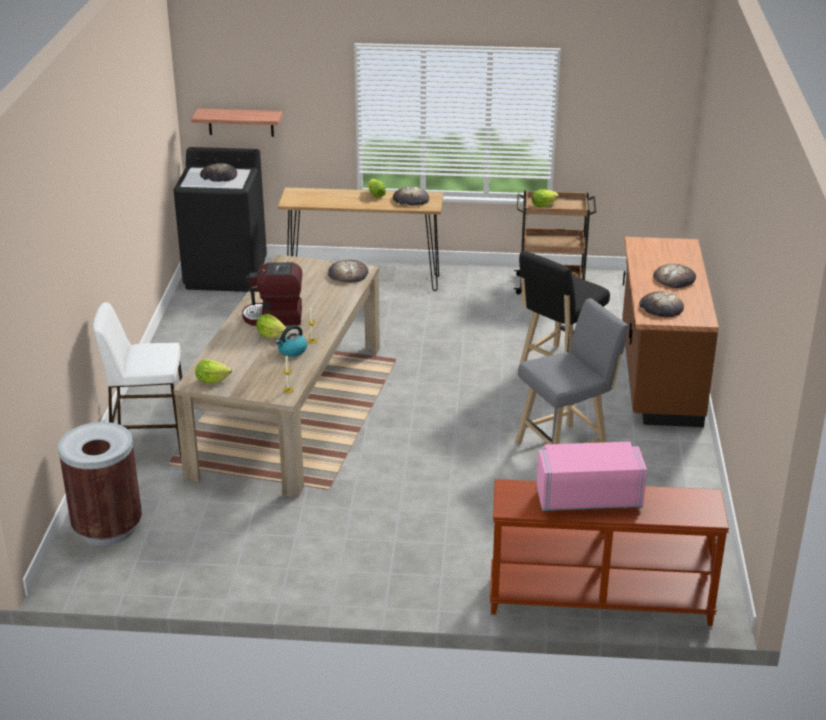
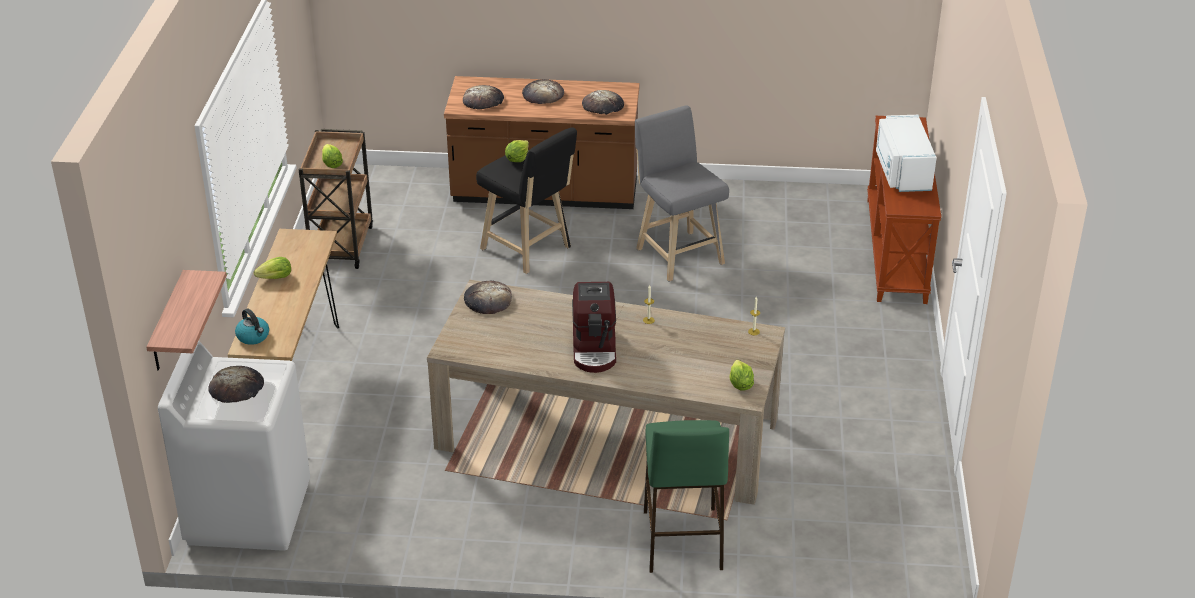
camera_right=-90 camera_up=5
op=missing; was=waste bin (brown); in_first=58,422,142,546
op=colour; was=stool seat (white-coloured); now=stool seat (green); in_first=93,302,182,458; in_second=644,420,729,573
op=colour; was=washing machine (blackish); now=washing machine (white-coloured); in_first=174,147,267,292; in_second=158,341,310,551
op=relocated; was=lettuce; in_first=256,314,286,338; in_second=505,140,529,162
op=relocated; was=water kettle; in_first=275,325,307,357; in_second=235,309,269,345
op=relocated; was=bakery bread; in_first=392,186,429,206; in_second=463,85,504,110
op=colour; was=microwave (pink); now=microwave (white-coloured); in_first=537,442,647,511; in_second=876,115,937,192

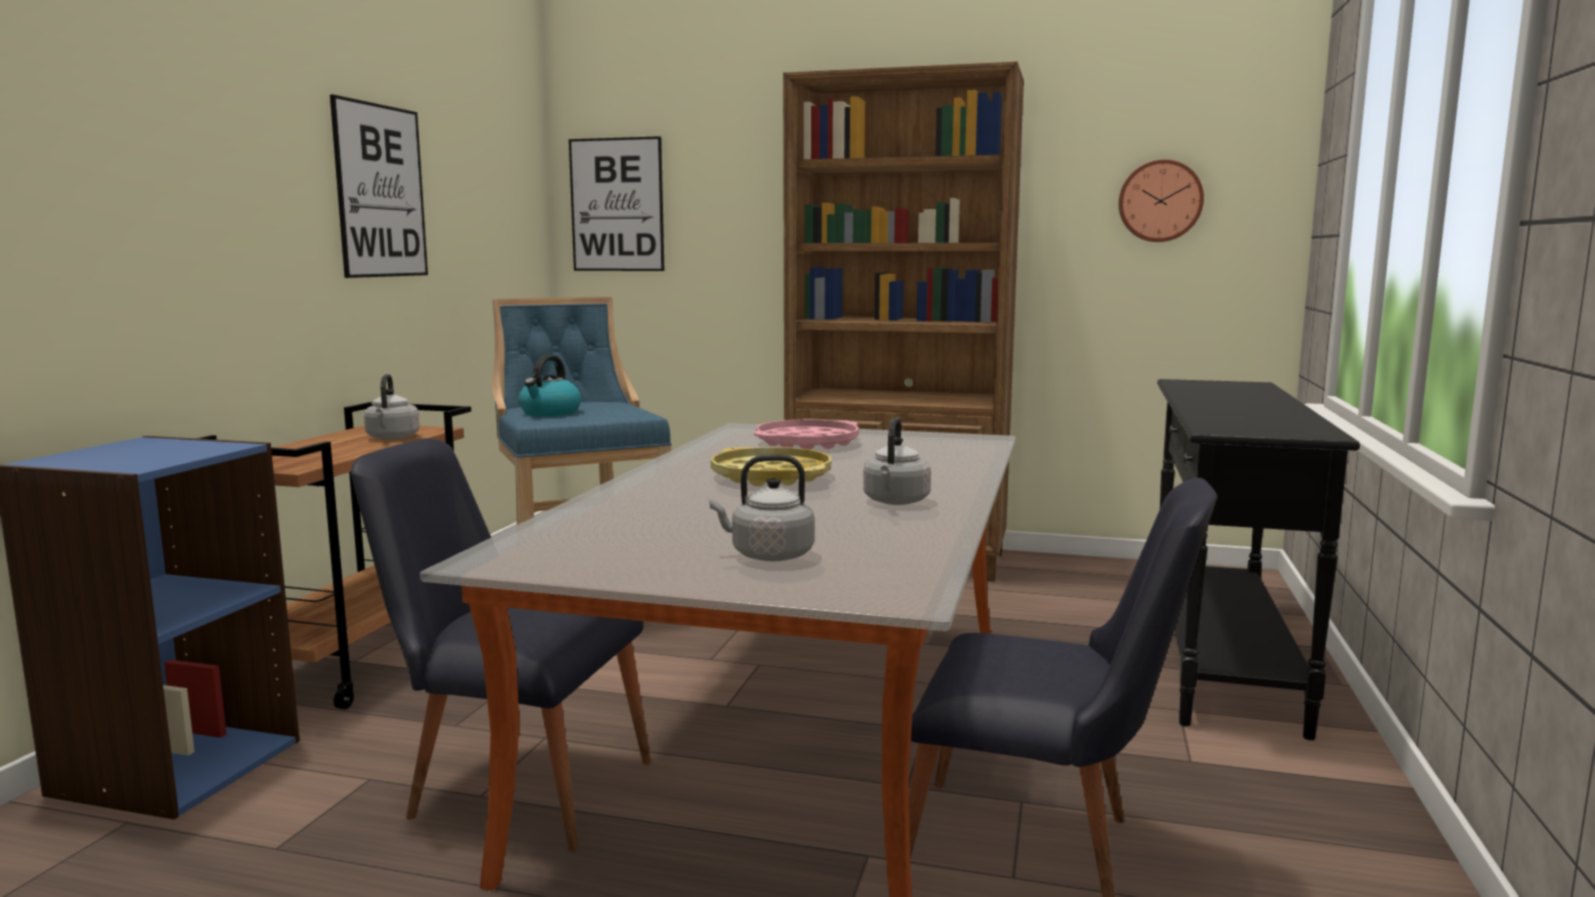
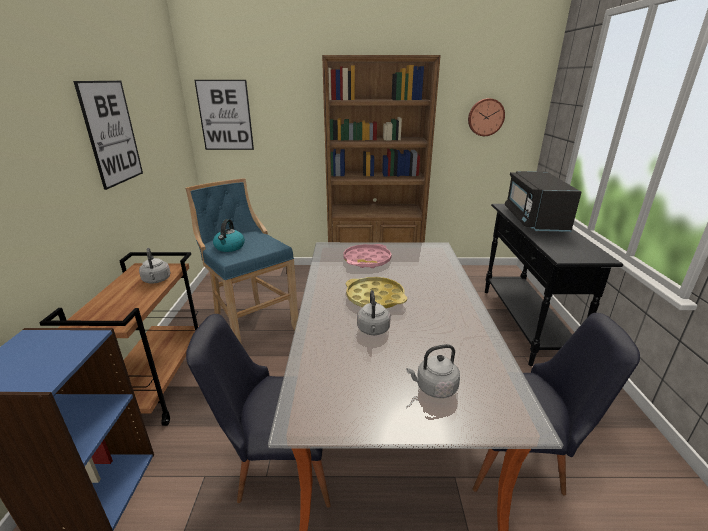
camera_right=-15 camera_up=15
op=relocated; was=water kettle (grey); in_first=863,417,931,505; in_second=357,290,391,335
op=appeared; now=microwave (blackish); in_second=505,171,582,232

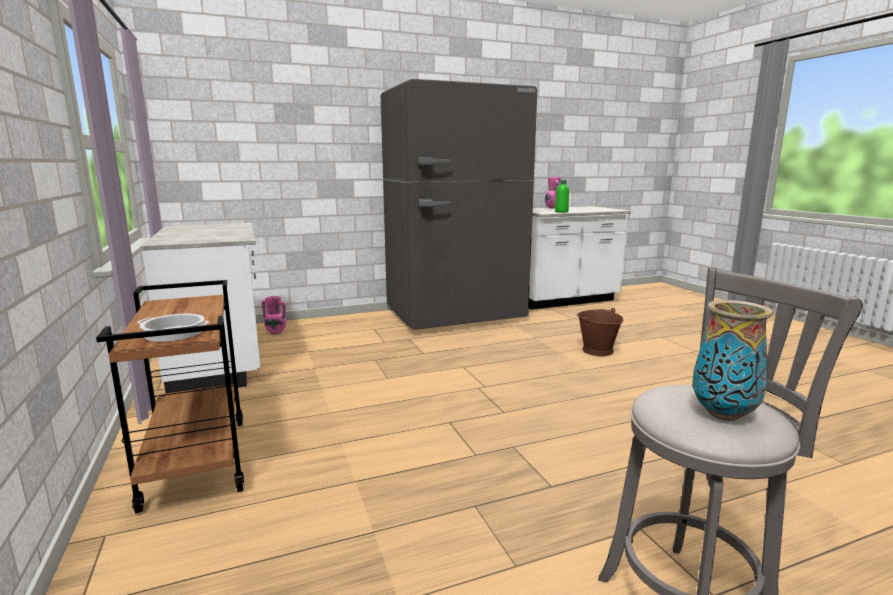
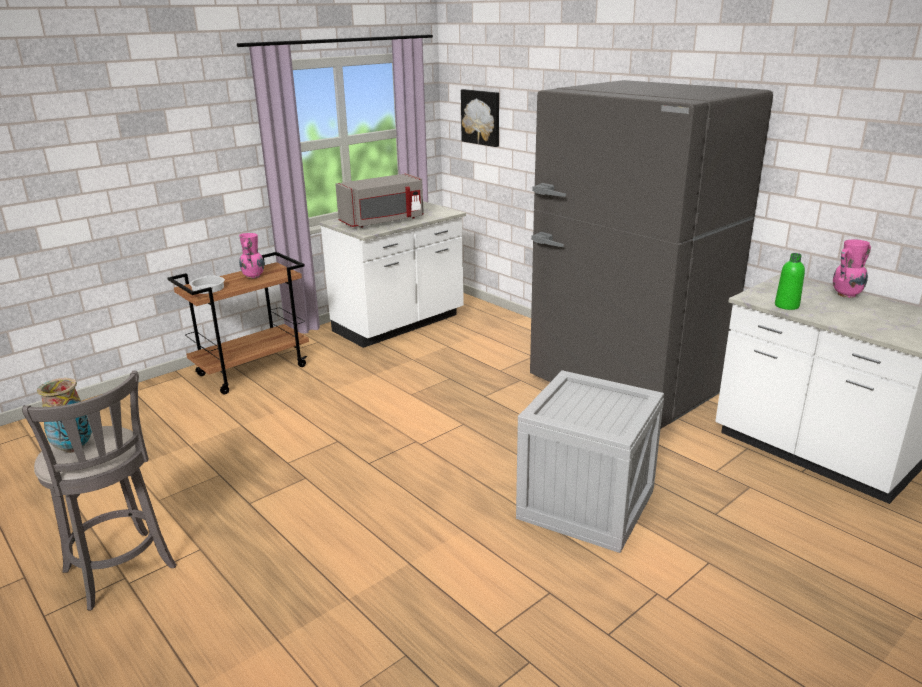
camera_right=70 camera_up=10
op=relocated; was=vase (pink); in_first=261,296,287,335; in_second=239,233,264,279
op=exchanged; was=bucket (brown); now=crate; in_first=577,308,623,356; in_second=516,370,664,553
op=appeared; now=microwave (grey); in_second=335,173,424,228
op=appeared; now=wall picture; in_second=461,89,499,147

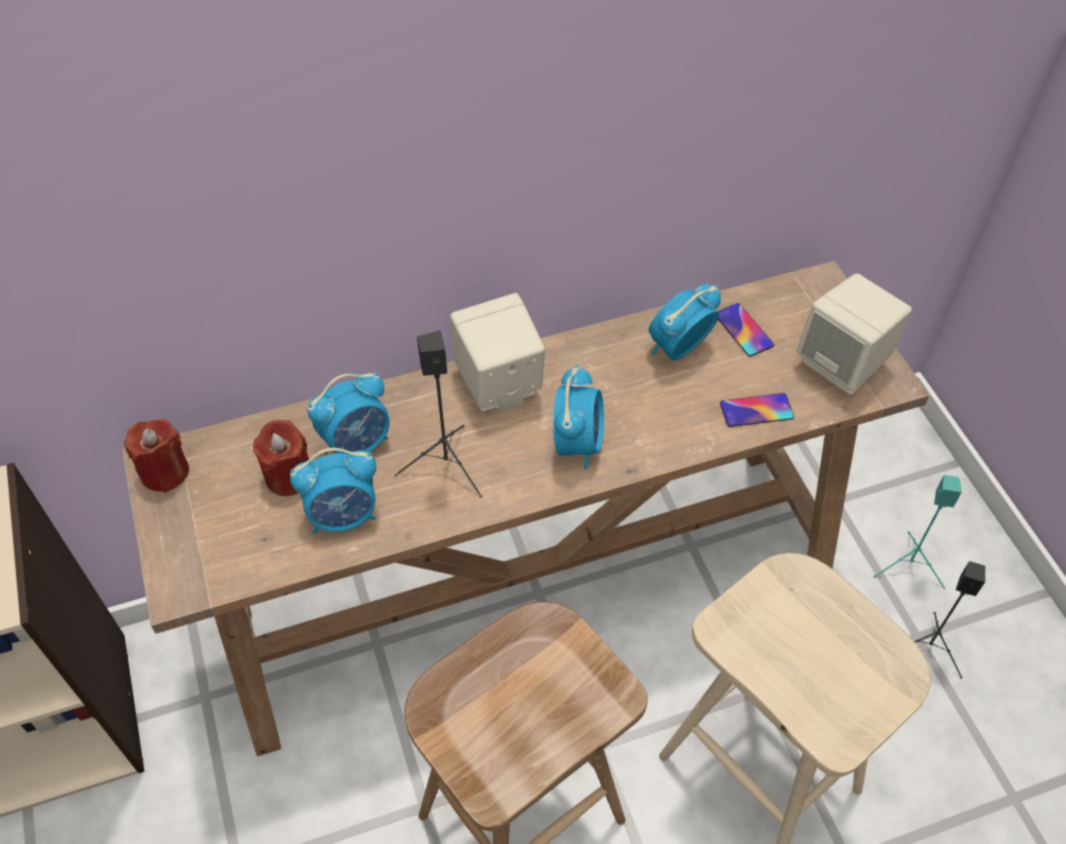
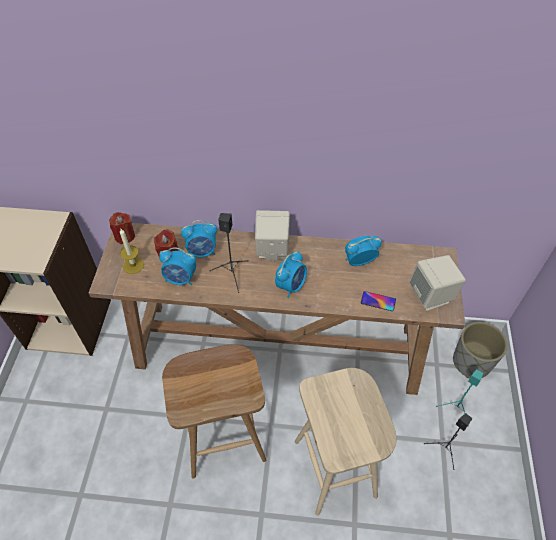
camera_right=25 camera_up=0
op=missing; was=handset; in_first=718,303,774,357
op=appeared; now=wax candle; in_second=120,229,144,274
op=appeared; now=flower pot (grey); in_second=453,322,508,378

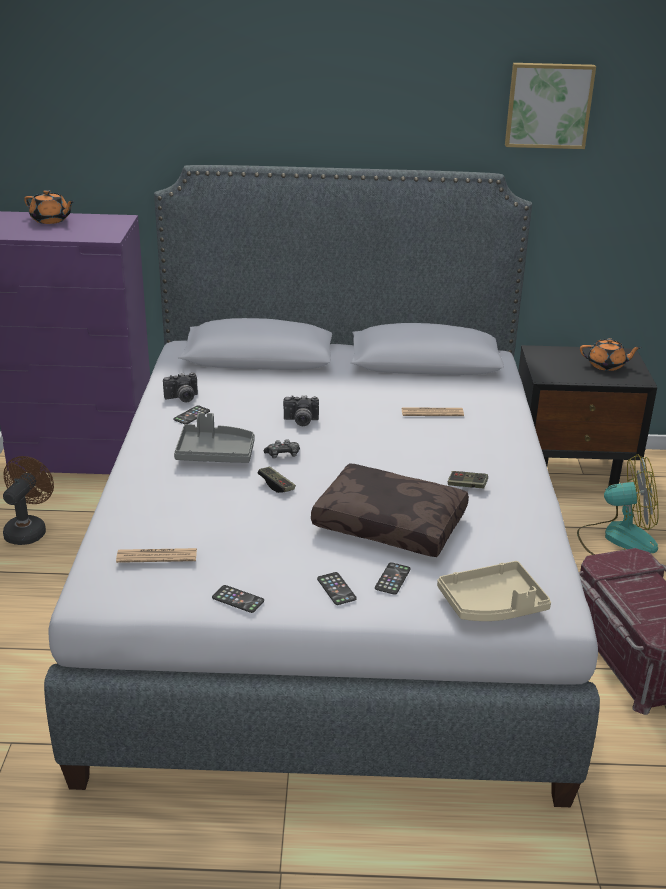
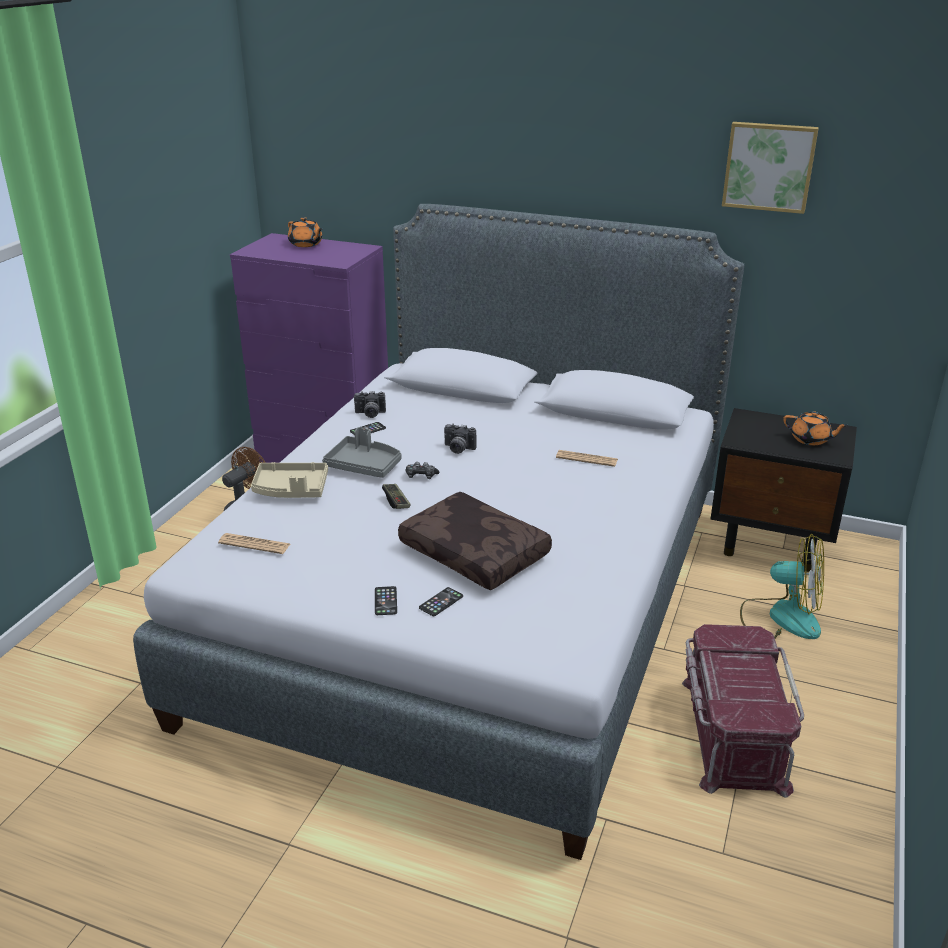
camera_right=20 camera_up=0
op=missing; was=handset; in_first=212,585,264,613
op=relocated; was=serving tray (beige-coloured); in_first=437,561,551,621; in_second=251,462,328,498
op=missing; was=joypad; in_first=448,471,488,488

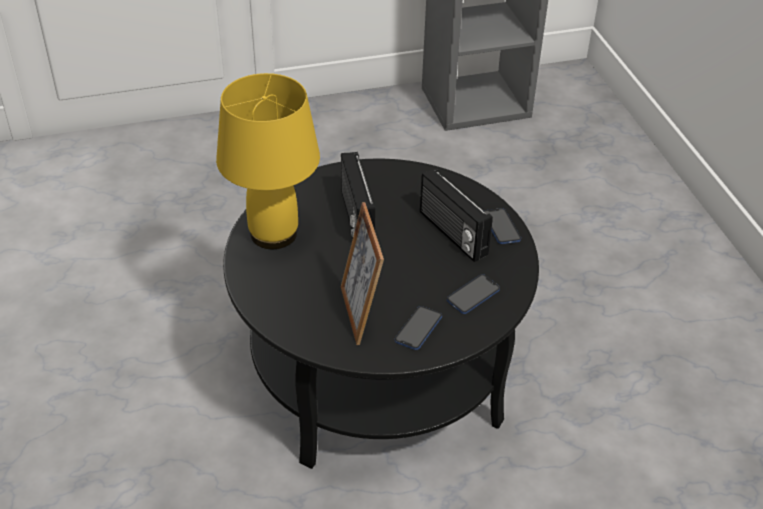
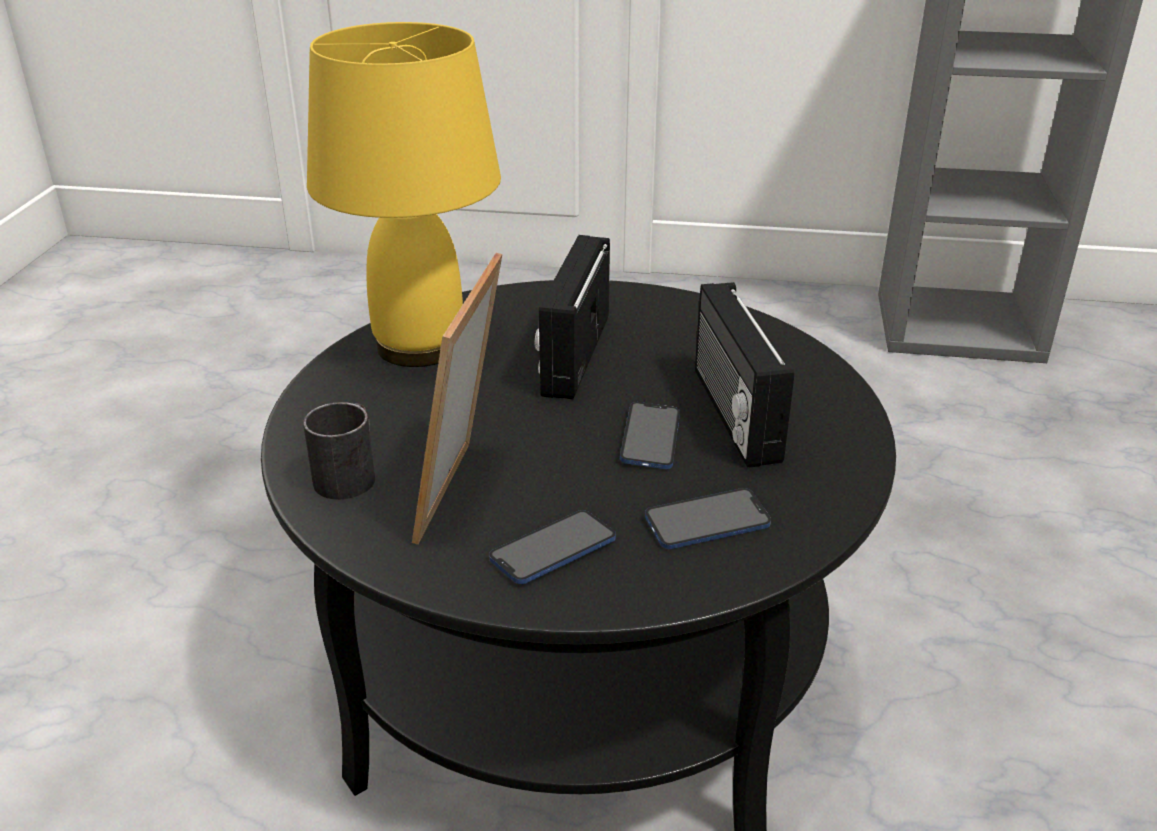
camera_right=25 camera_up=-10
op=relocated; was=handset; in_first=484,208,521,244; in_second=620,402,680,469
op=appeared; now=mug (blackish); in_second=303,402,375,500

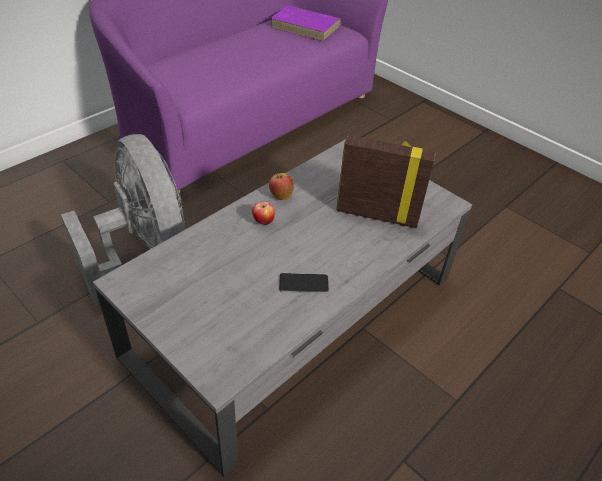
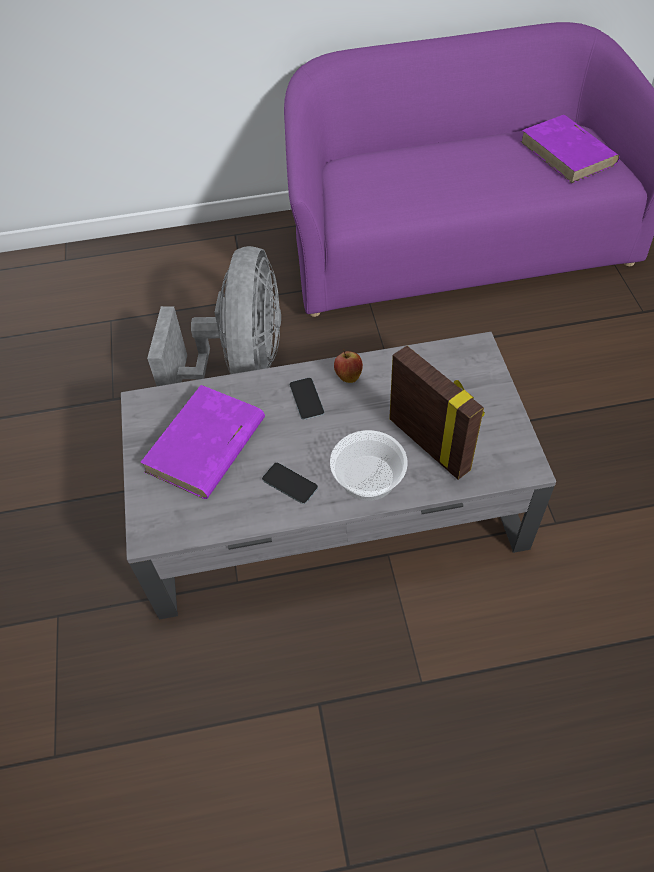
camera_right=40 camera_up=10
op=exchanged; was=whole apple; now=handset; in_first=252,201,275,225; in_second=290,378,324,420
op=appeared; now=bound book (purple); in_second=140,385,265,499
op=appeared; now=bowl; in_second=330,430,408,501

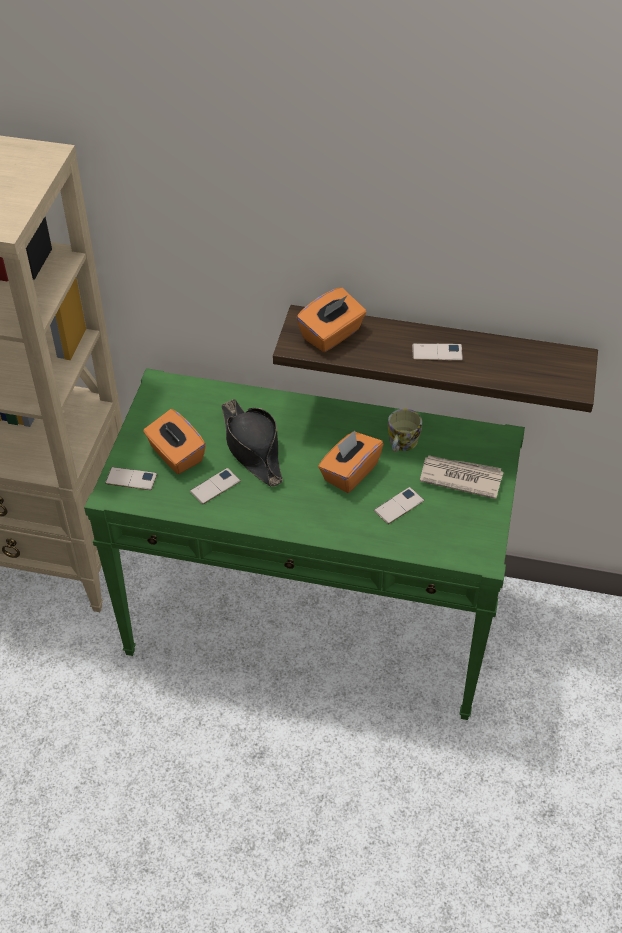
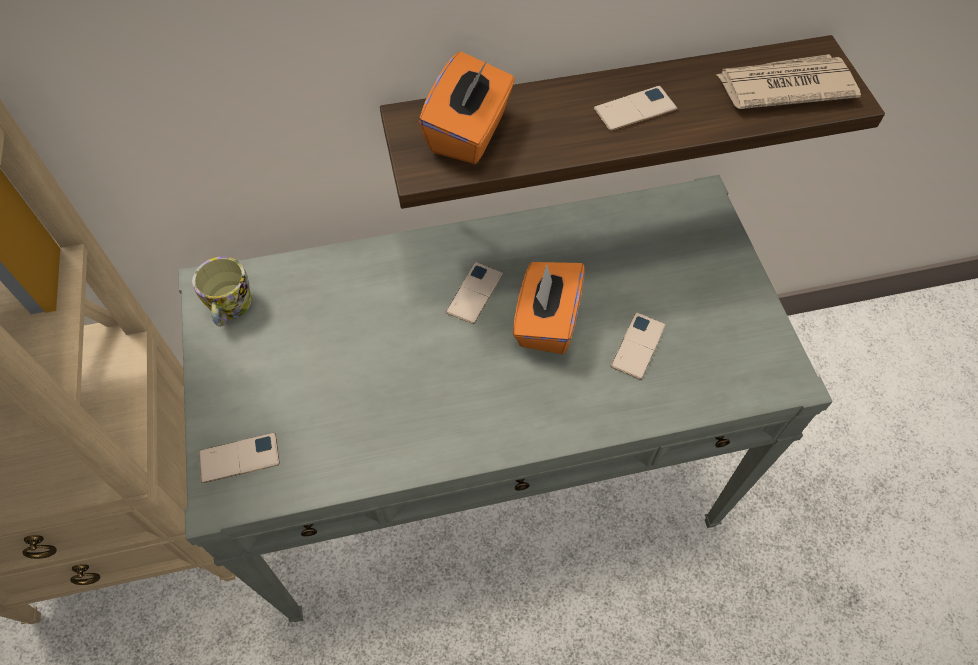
camera_right=-25 camera_up=10
op=colour; was=hall table (green); now=hall table (grey); in_first=84,368,525,720; in_second=178,175,833,622
op=missing; was=tissue holder (orangey); in_first=143,409,206,474
op=relocated; was=handset; in_first=190,468,241,504; in_second=446,262,503,324
op=missing; was=wearable hat (blackish); in_first=222,399,283,487
op=relocated; was=mug; in_first=388,409,422,452; in_second=192,257,252,327
op=relocated; was=daily paper; in_first=420,455,503,499; in_second=716,54,861,109

